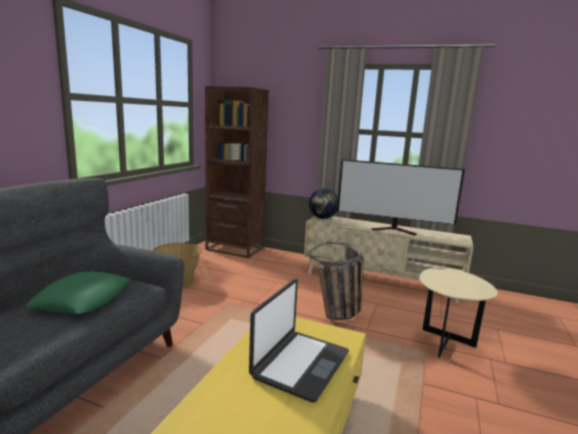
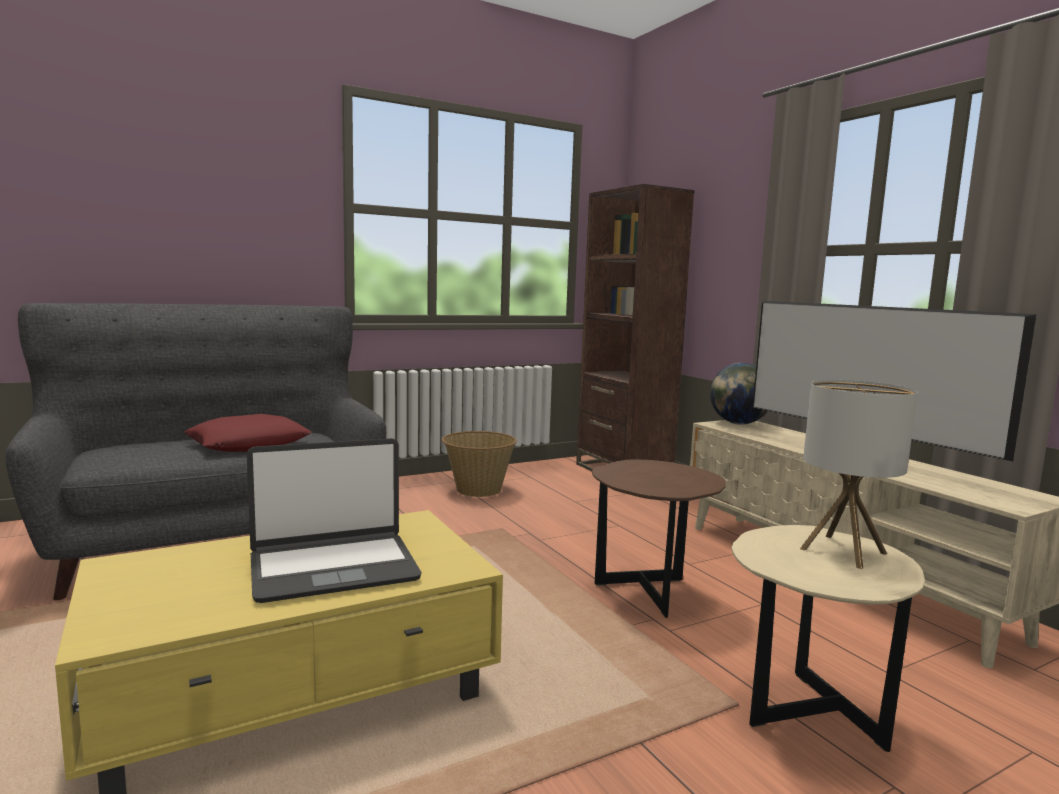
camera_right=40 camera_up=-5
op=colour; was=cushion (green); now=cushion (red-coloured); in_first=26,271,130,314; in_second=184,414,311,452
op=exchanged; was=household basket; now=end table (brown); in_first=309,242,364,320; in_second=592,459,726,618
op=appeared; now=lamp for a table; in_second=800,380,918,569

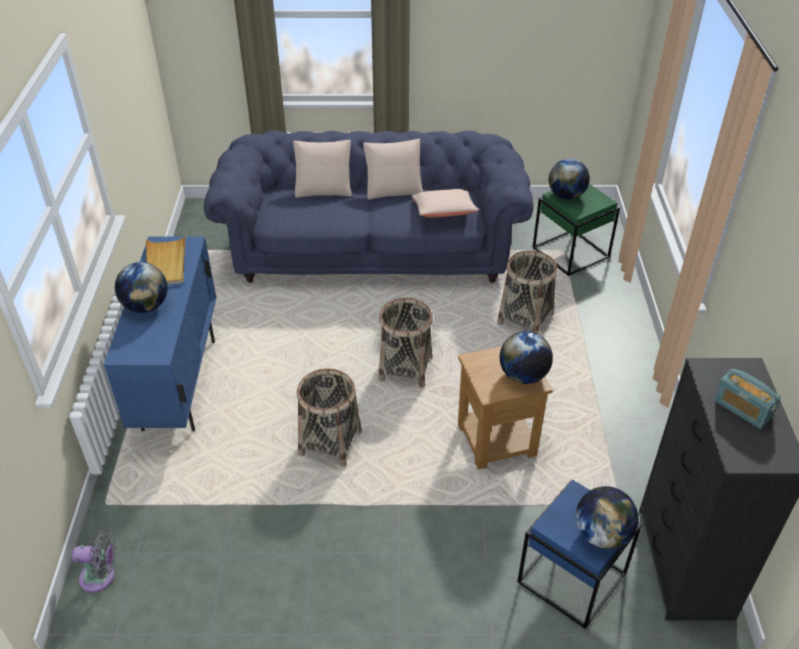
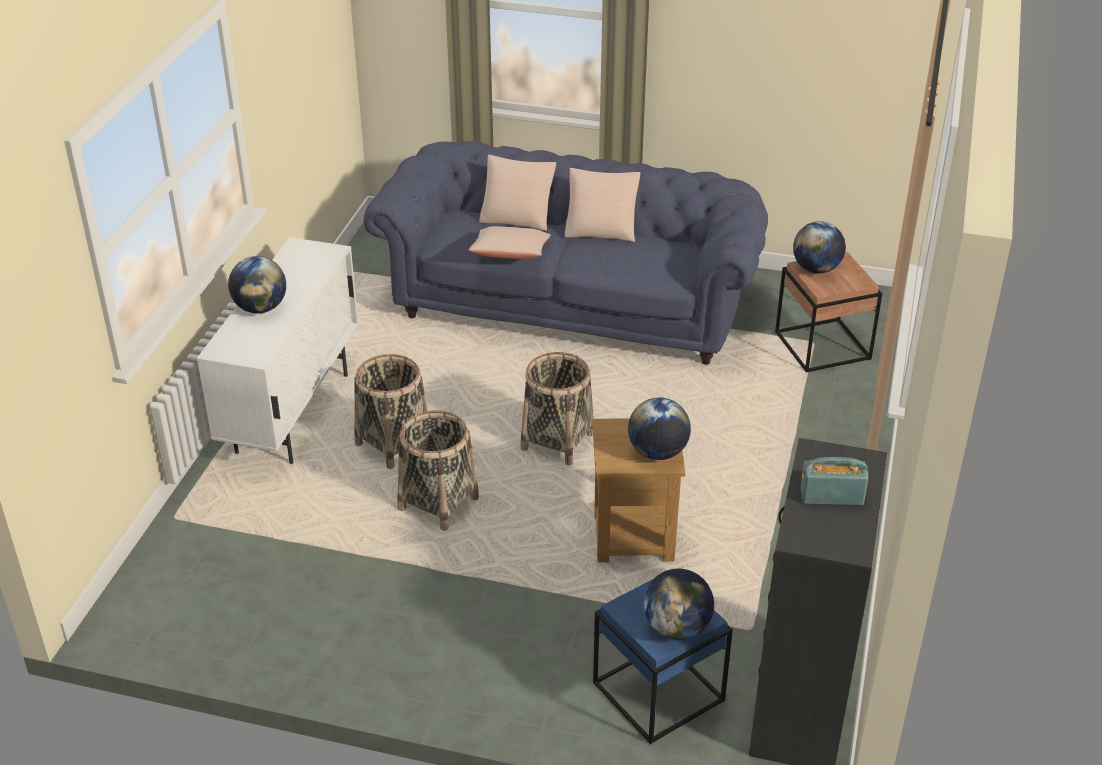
camera_right=15 camera_up=-5
op=missing; was=cooling fan (grey); in_first=72,530,116,593
op=colour; was=cupboard (blue-coloured); now=cupboard (white-coloured); in_first=104,236,216,431; in_second=197,237,359,464
op=missing; was=serving tray (beige-coloured); in_first=146,235,186,284
op=relocated; was=cushion (beige-coloured); in_first=411,189,479,218; in_second=469,226,551,259
op=relocated; was=household basket; in_first=497,250,557,334; in_second=354,354,428,469
op=colour; was=end table (green); now=end table (brown); in_first=533,184,620,276; in_second=775,252,882,372
op=spun; was=radio receiver; in_first=714,368,781,429; in_second=801,457,868,505; clockwise=120

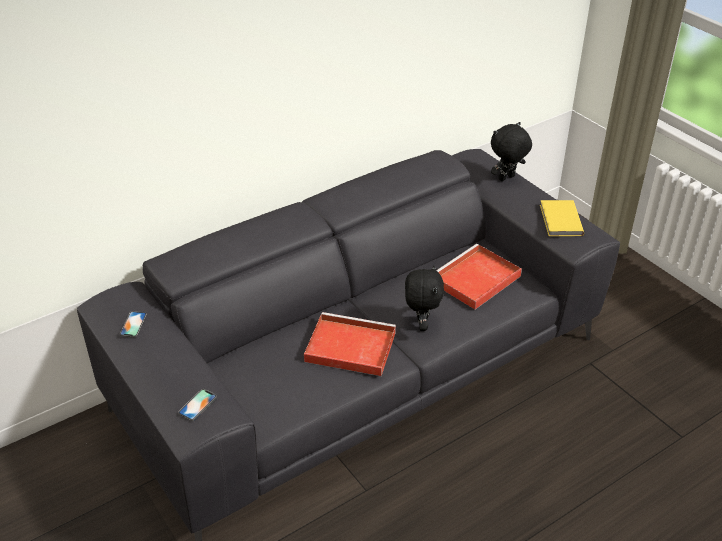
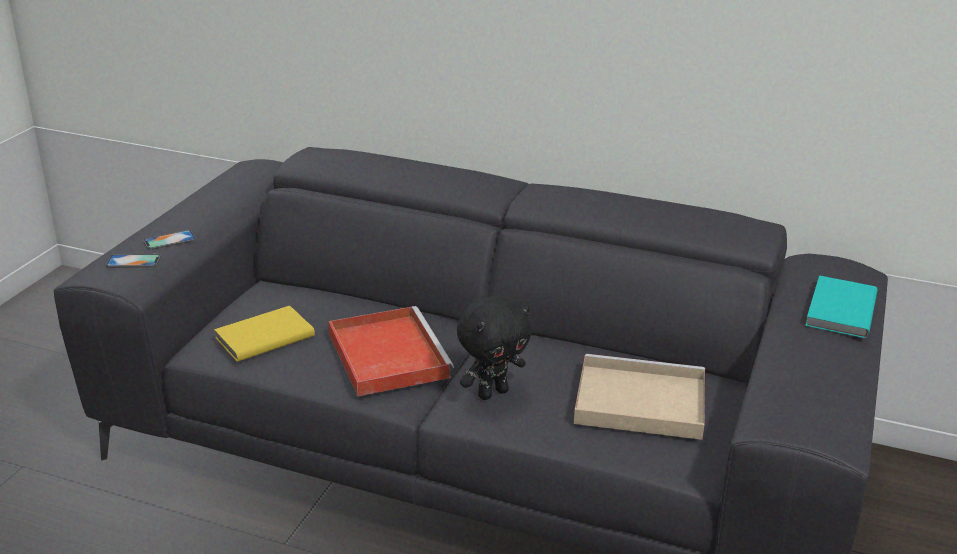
camera_right=55 camera_up=-10
op=relocated; was=handset; in_first=120,311,147,337; in_second=143,230,196,250
op=colour; was=serving tray (red-coloured); now=serving tray (beige-coloured); in_first=436,244,522,309; in_second=574,354,705,440
op=exchanged; was=soft toy (blackish); now=bound book (turquoise-coloured); in_first=491,122,532,181; in_second=805,275,878,338
op=relocated; was=bound book (yellowish); in_first=540,200,584,236; in_second=214,306,315,362

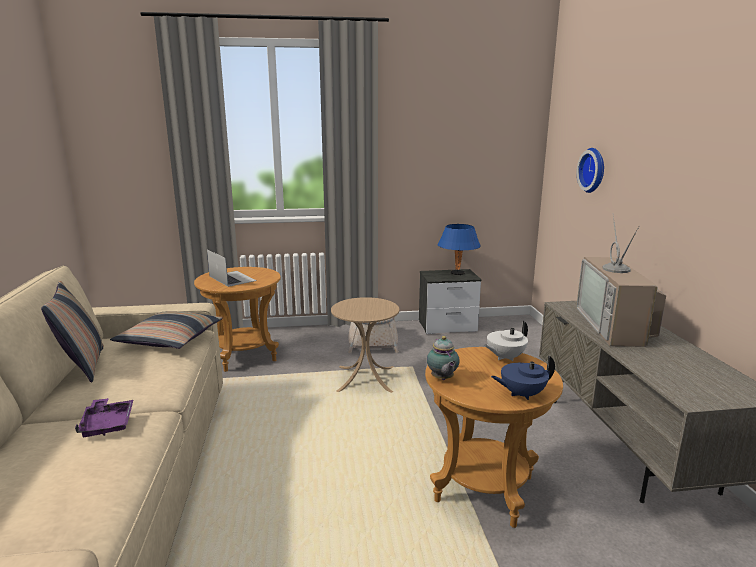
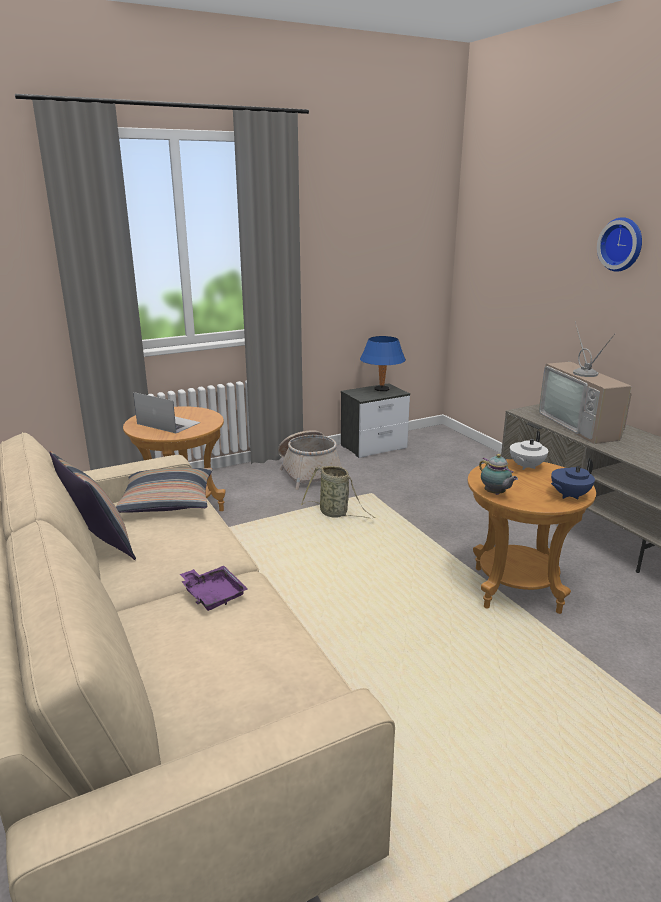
camera_right=-20 camera_up=5
op=exchanged; was=end table (beige-coloured); now=household basket; in_first=331,297,399,393; in_second=301,466,375,518
op=relocated; was=clock on the wall; in_first=577,148,604,193; in_second=597,217,642,272

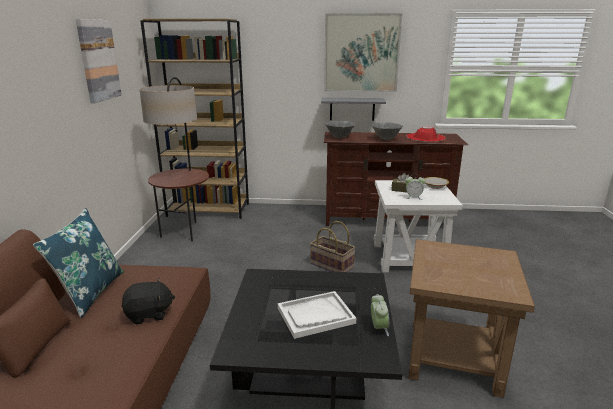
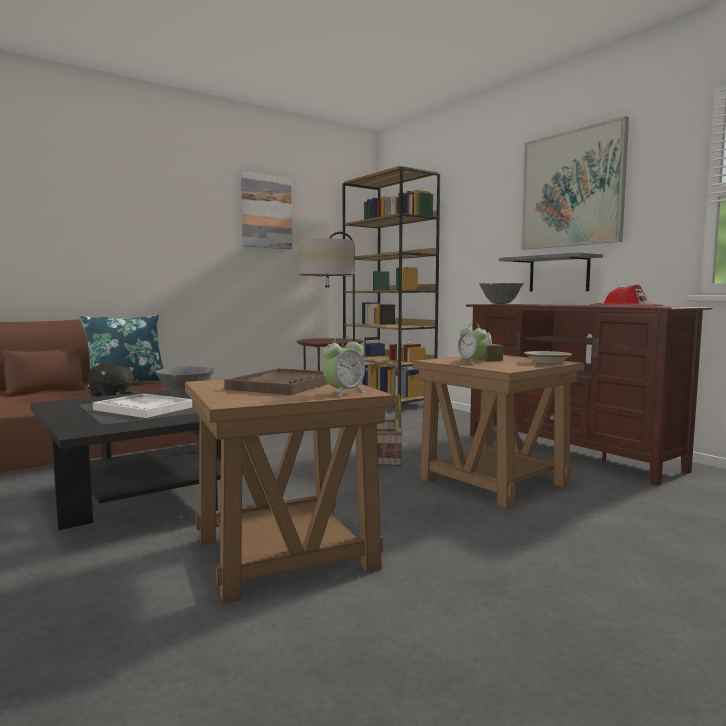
camera_right=50 camera_up=-15
op=relocated; was=table clock; in_first=371,294,389,336; in_second=323,335,365,397
op=relocated; was=bowl (grey); in_first=372,122,403,140; in_second=155,366,215,398
op=colour; was=end table (white-coloured); now=end table (brown); in_first=374,180,463,273; in_second=413,355,585,509
op=appeared; now=serving tray (brown); in_second=224,368,328,395

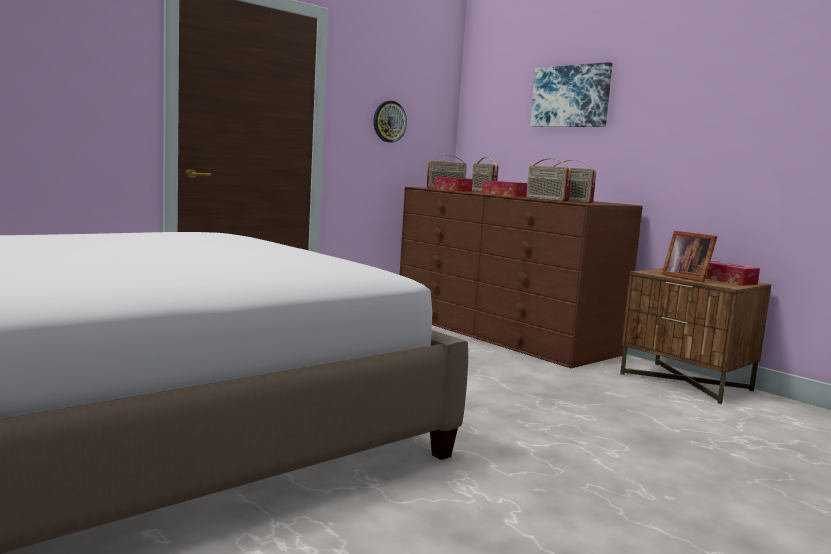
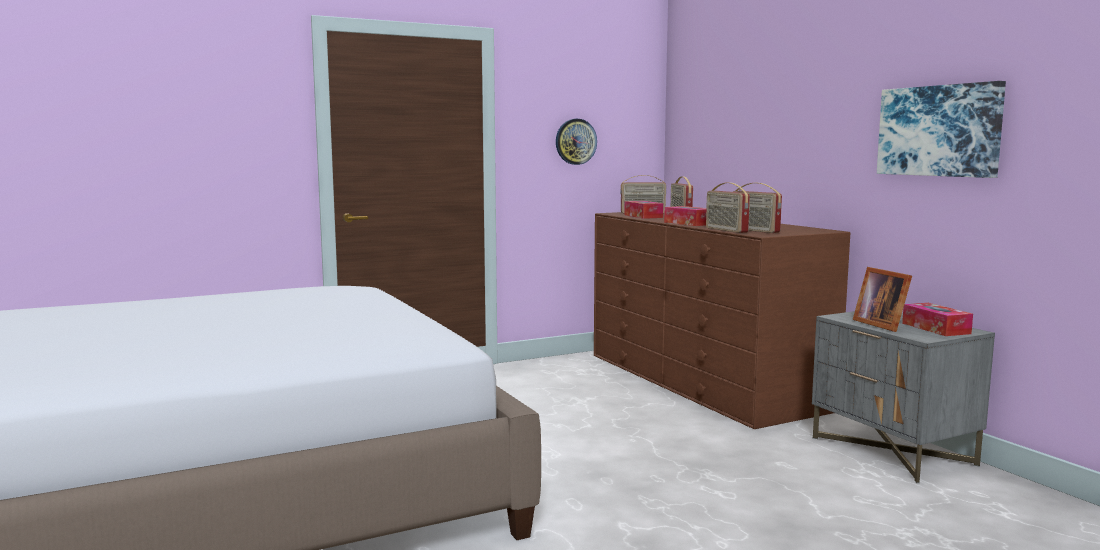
camera_right=15 camera_up=0
op=relocated; was=wall picture; in_first=530,62,612,127; in_second=877,81,1006,178
op=colour; was=night table (brown); now=night table (grey); in_first=620,268,771,404; in_second=812,311,995,483

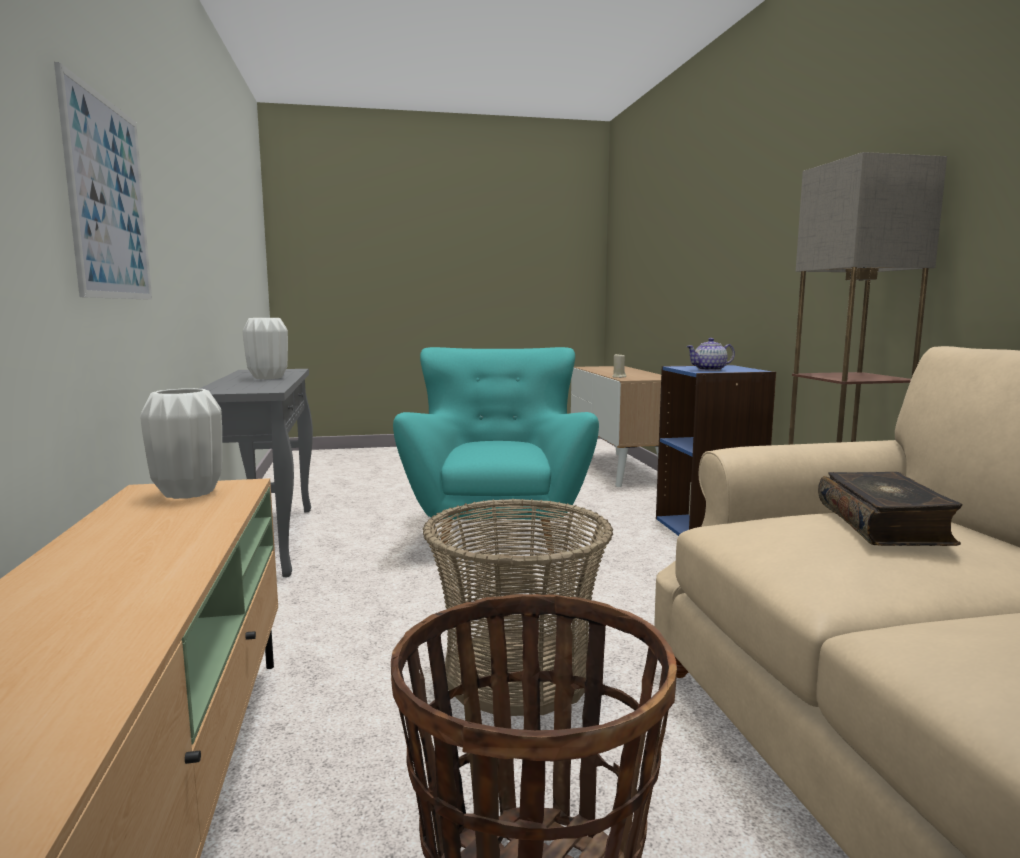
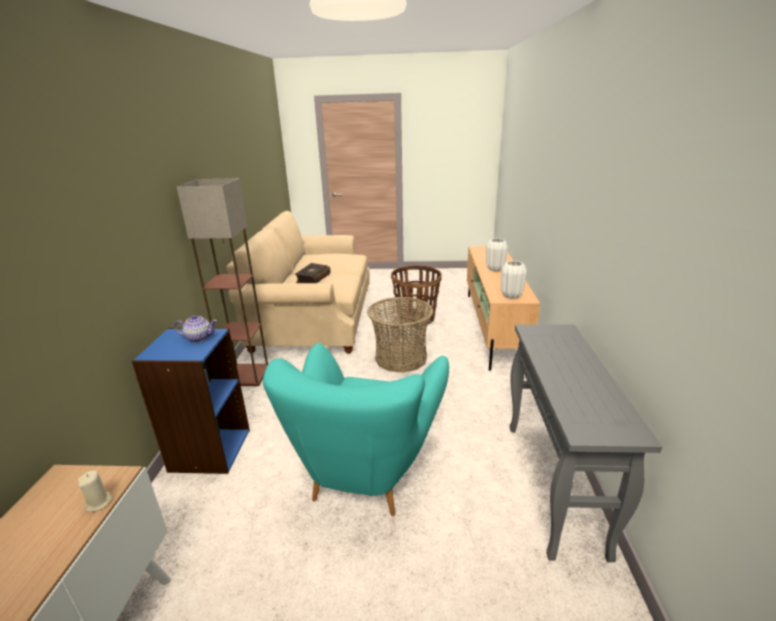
camera_right=-165 camera_up=15
op=missing; was=wall picture; in_first=54,62,152,300
op=relocated; was=vase (white-coloured); in_first=243,318,288,379; in_second=486,239,508,271

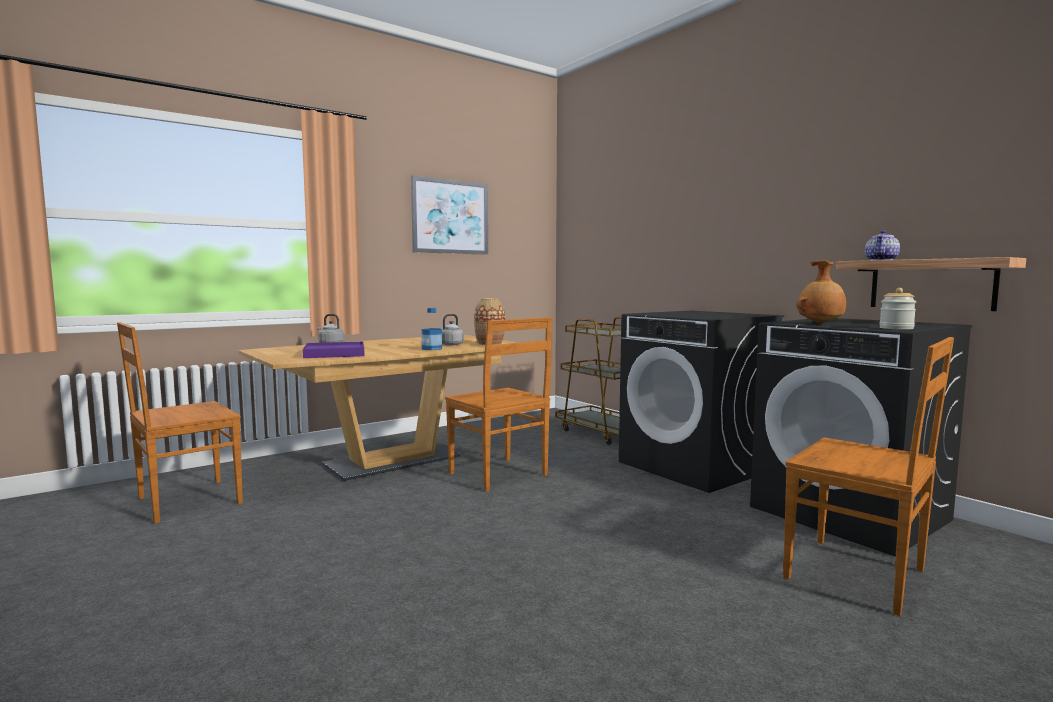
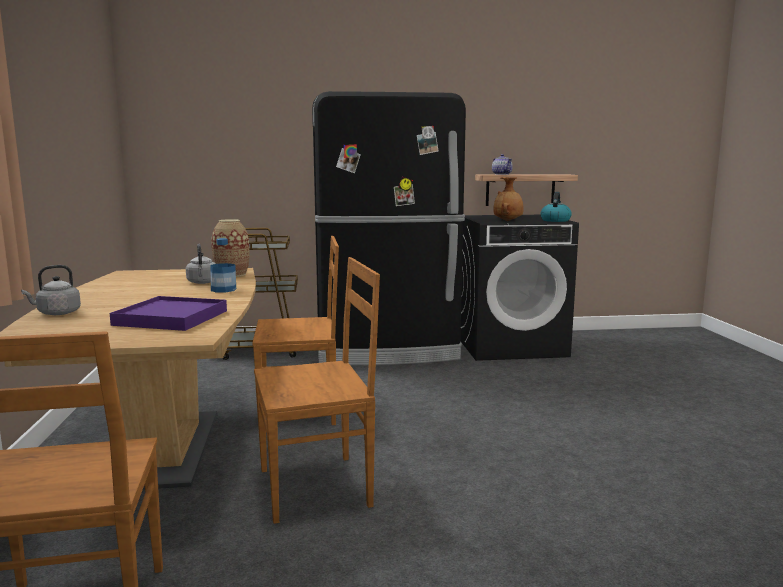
camera_right=-60 camera_up=5
op=missing; was=wall picture; in_first=411,176,488,255
op=exchanged; was=washing machine (blackish); now=refrigerator (blackish); in_first=619,311,784,493; in_second=312,91,466,365
op=relocated; was=chair (brown); in_first=783,337,954,616; in_second=254,257,380,524
op=exchanged; was=preserve jar; now=water kettle; in_first=879,288,916,330; in_second=541,192,572,222

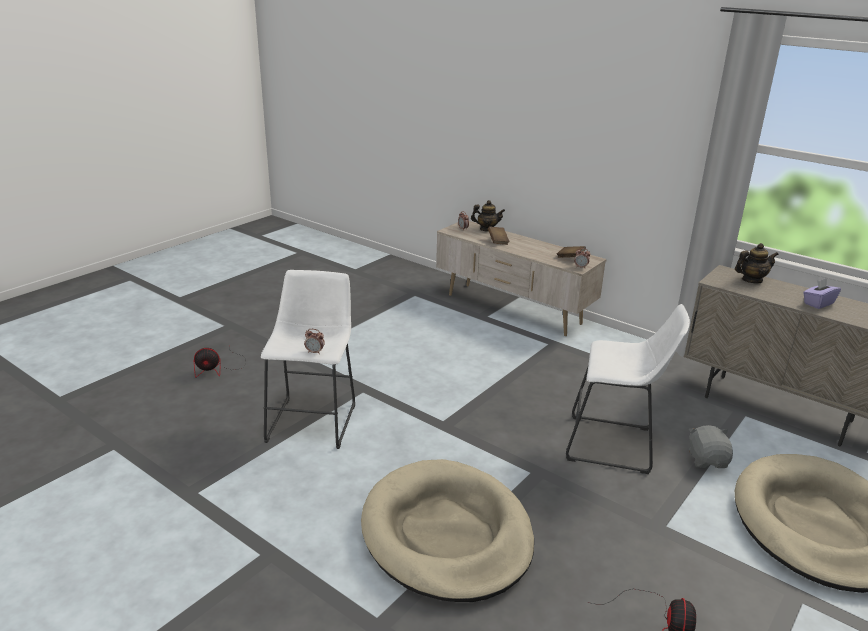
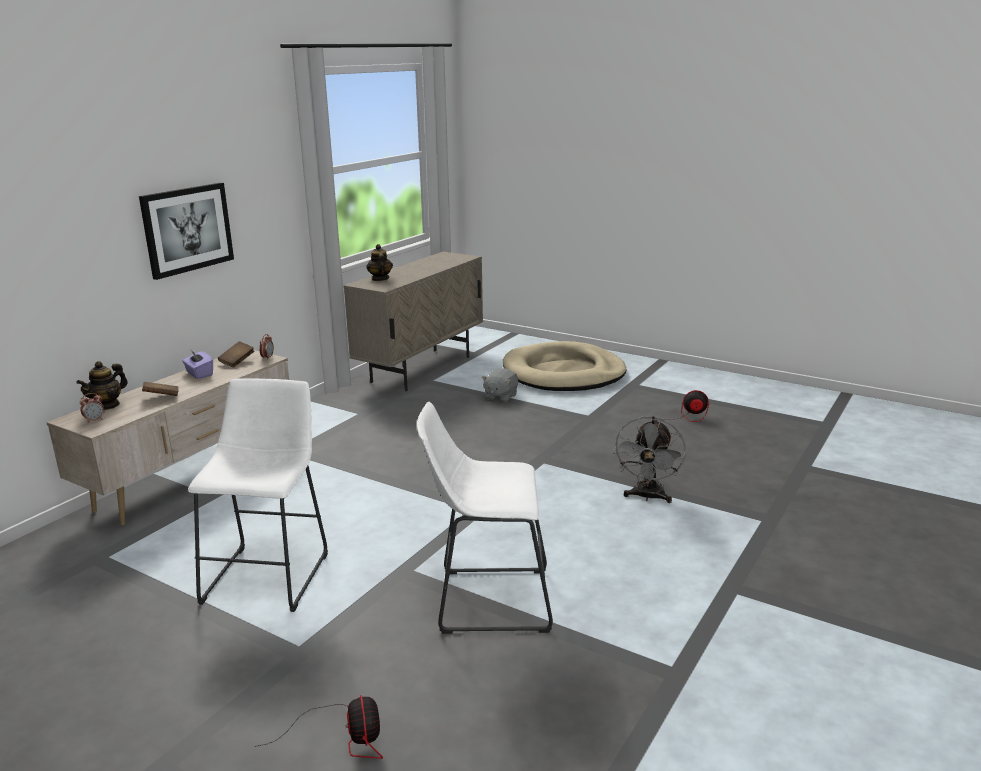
camera_right=-95 camera_up=-5
op=missing; was=table clock; in_first=304,329,325,354
op=exchanged; was=dog cushion (beige-coloured); now=cooling fan (grey); in_first=361,459,534,602; in_second=613,416,686,503
op=spun; was=teapot; in_first=471,200,505,232; in_second=76,361,128,410; clockwise=-150
op=relocated; was=stool seat (white-coloured); in_first=566,304,690,474; in_second=188,378,328,612
op=spun; was=soft toy (grey); in_first=689,425,733,468; in_second=481,368,518,403; clockwise=-60
op=relocated; was=tissue holder (purple); in_first=803,278,841,309; in_second=182,350,213,379
op=appeared; now=wall picture; in_second=139,182,234,280

